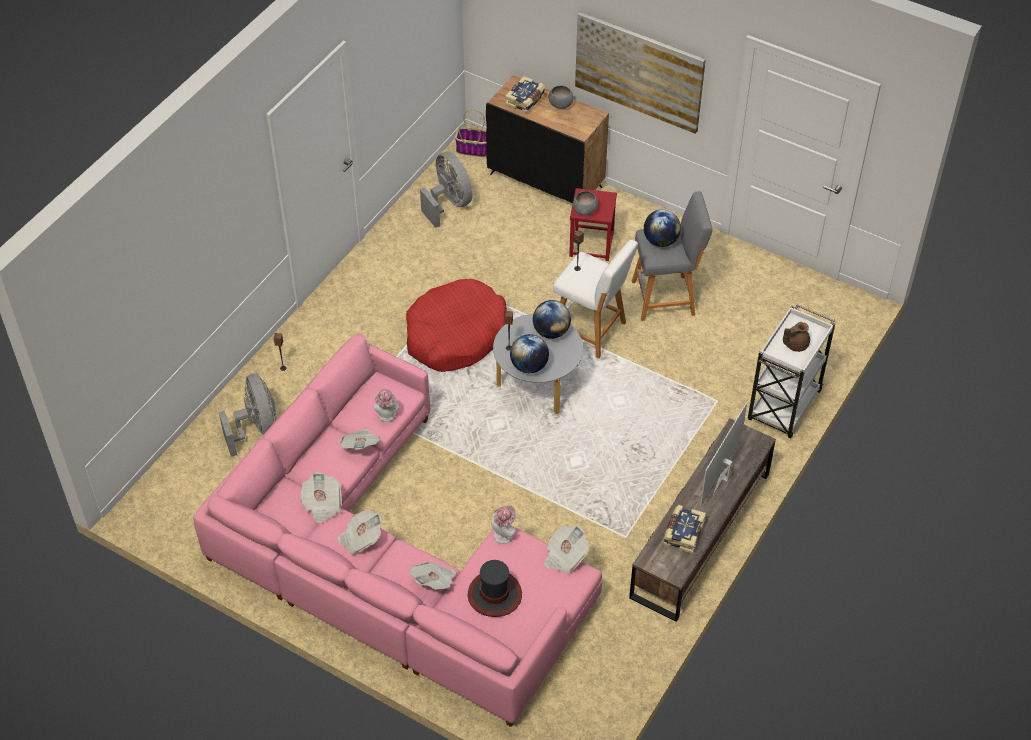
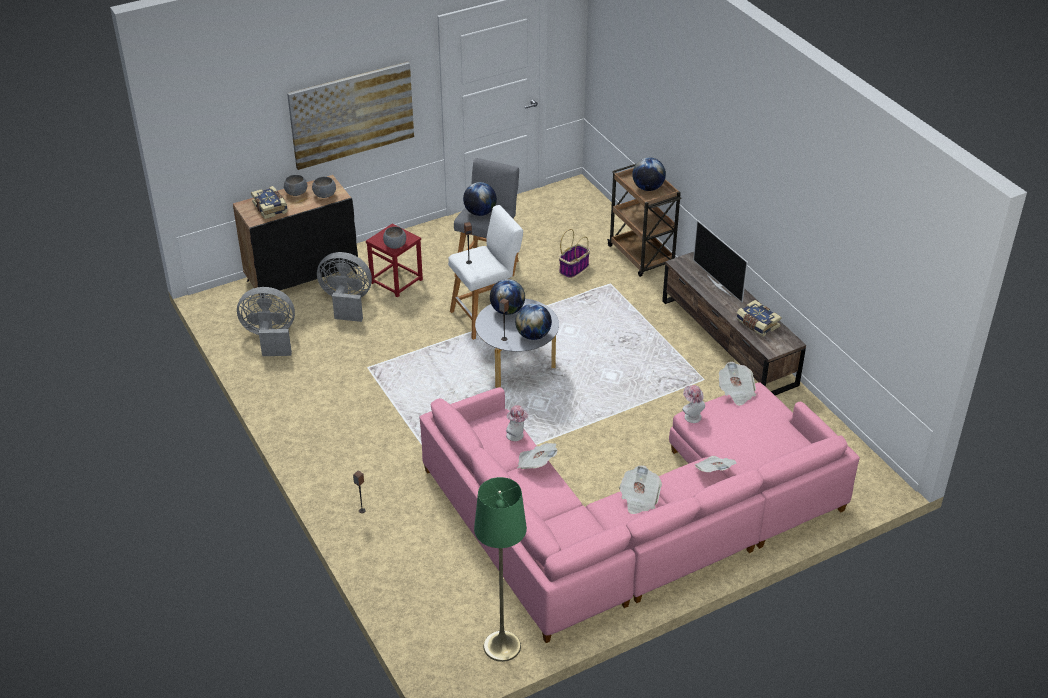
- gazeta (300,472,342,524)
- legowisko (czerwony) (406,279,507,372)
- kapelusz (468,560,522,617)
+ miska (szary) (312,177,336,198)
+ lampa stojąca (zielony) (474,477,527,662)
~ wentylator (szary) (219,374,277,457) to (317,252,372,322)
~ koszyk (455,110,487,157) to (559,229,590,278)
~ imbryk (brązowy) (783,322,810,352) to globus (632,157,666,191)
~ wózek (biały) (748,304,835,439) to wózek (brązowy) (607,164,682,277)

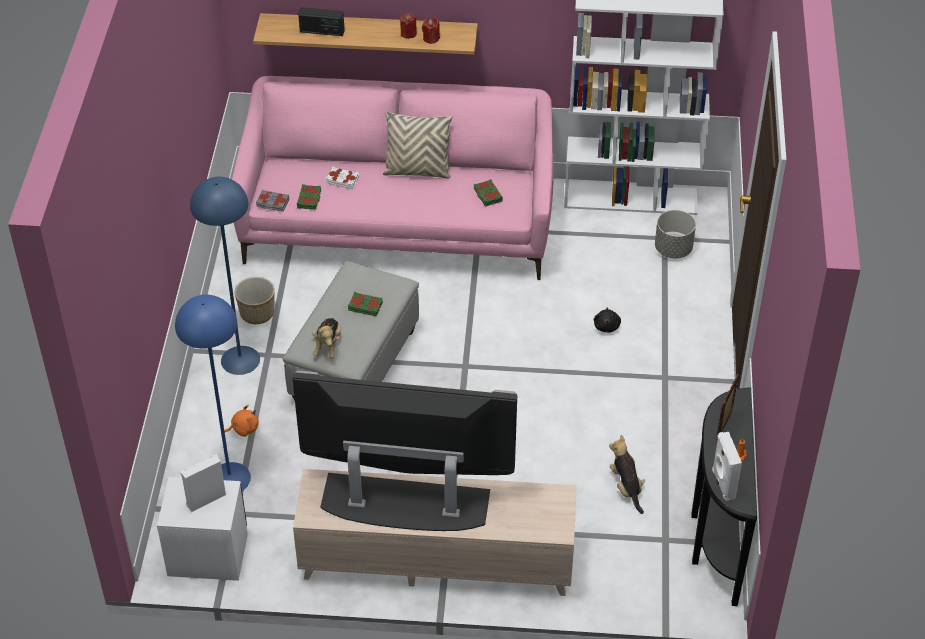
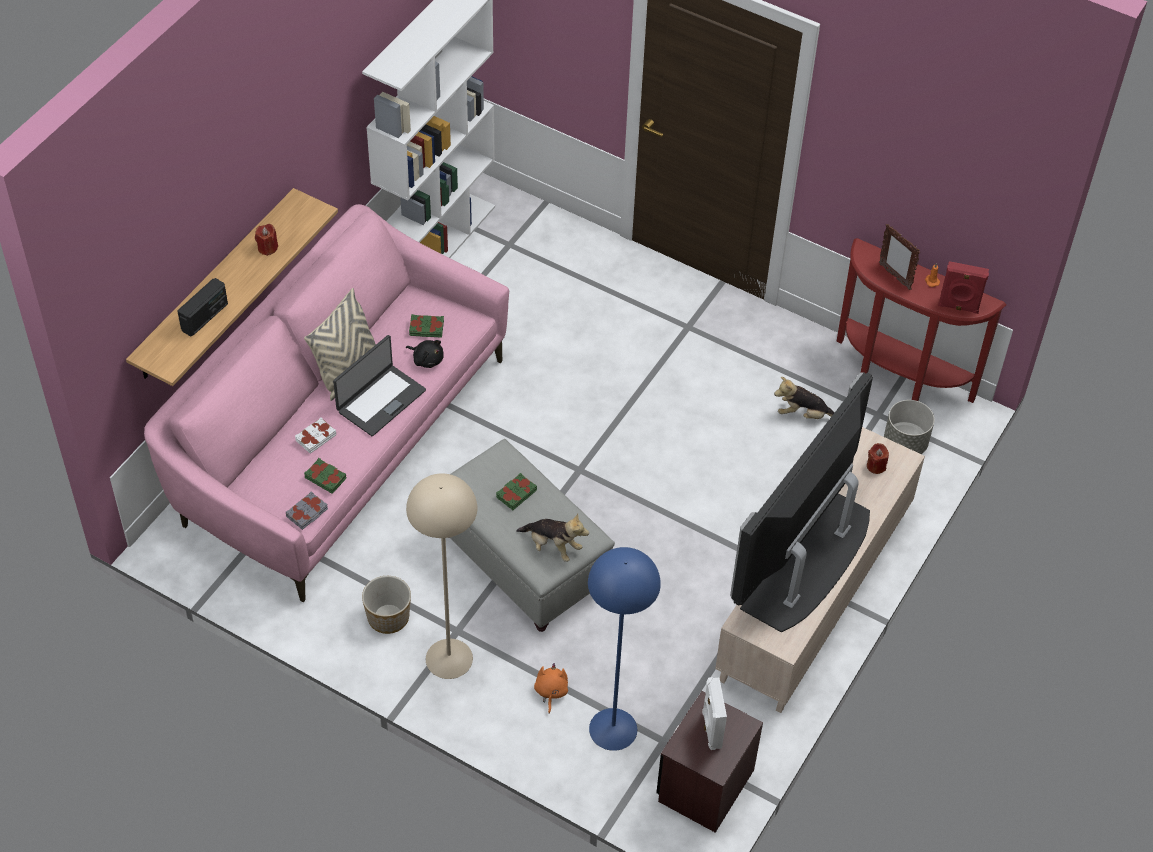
+ laptop (333,335,426,436)
~ świeca (czerwony) (422,18,440,44) to (867,443,889,474)
~ pluszak (czarny) (594,307,621,333) to (406,340,444,368)
~ donica (szary) (655,210,696,258) to (884,400,935,454)
~ szafka nocna (biały) (157,477,248,581) to szafka nocna (brązowy) (656,691,763,833)
~ lampa stojąca (niebieski) (190,177,260,375) to lampa stojąca (beżowy) (406,473,477,679)
~ stolik konsolowy (czarny) (692,387,757,606) to stolik konsolowy (czerwony) (836,238,1006,403)
~ głośnik (biały) (712,432,742,501) to głośnik (czerwony) (938,261,989,314)

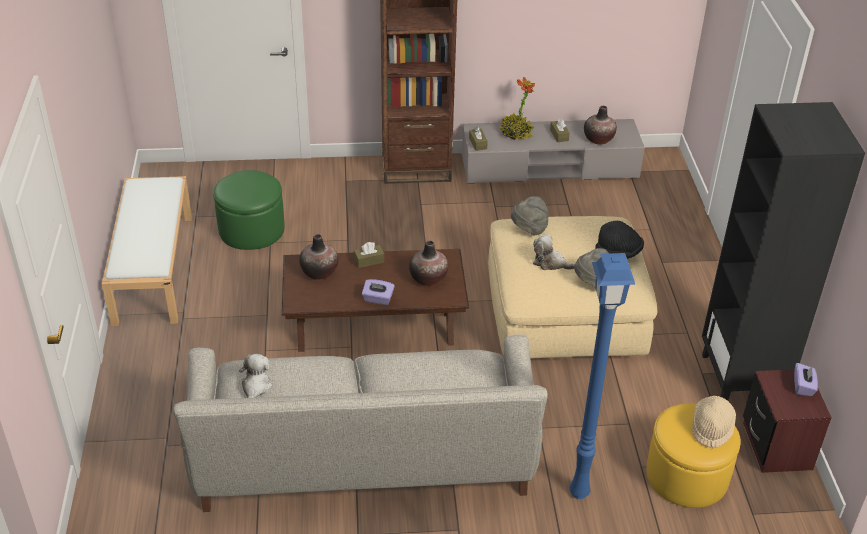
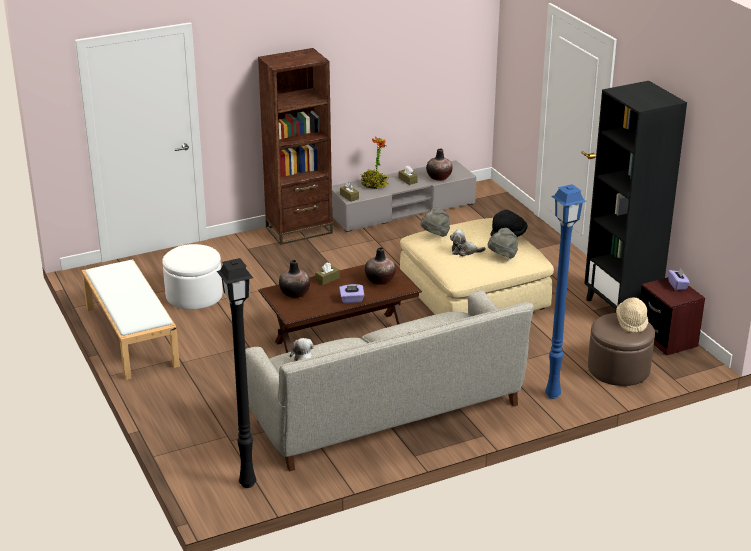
+ lampa stojąca (czarny) (217,258,256,488)
~ pufa (zielony) (213,170,285,250) to pufa (biały) (162,244,223,310)
~ pufa (żółty) (646,403,741,508) to pufa (brązowy) (588,313,655,386)

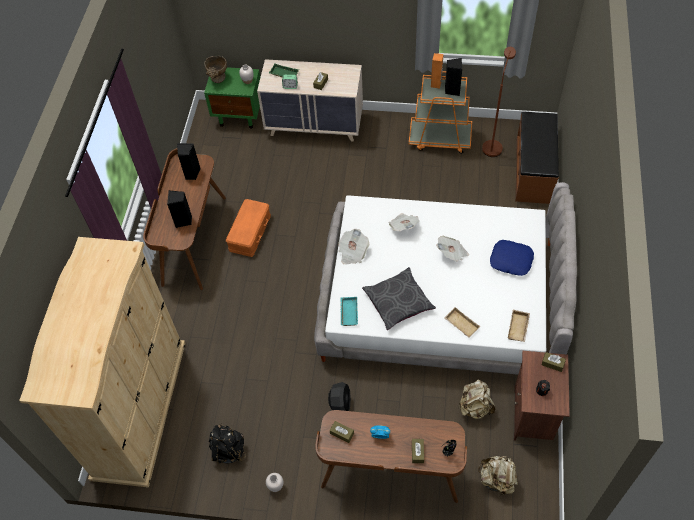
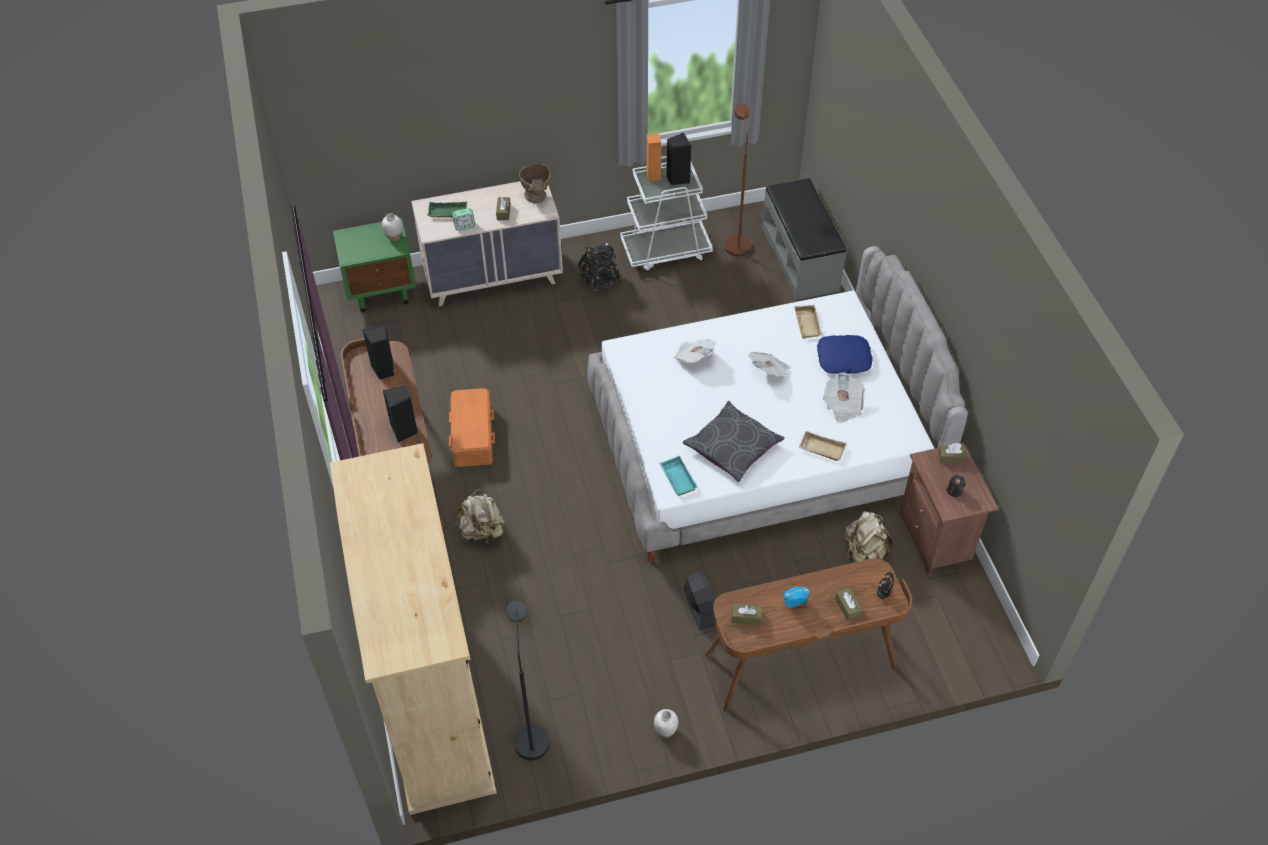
+ lampa stojąca (czarny) (506,601,550,760)
~ wazon (beżowy) (205,56,227,83) to (519,163,551,203)
~ plecak (czarny) (209,423,246,464) to (578,242,623,292)
~ gazeta (338,229,369,264) to (823,373,865,423)
~ plecak (beżowy) (478,456,518,495) to (455,489,505,545)
~ taca (beżowy) (508,310,530,342) to (794,305,822,339)
~ wózek (pomarańczowy) (409,71,472,154) to wózek (biały) (620,156,713,272)
~ ławka (brązowy) (515,111,559,204) to ławka (szary) (762,178,846,300)

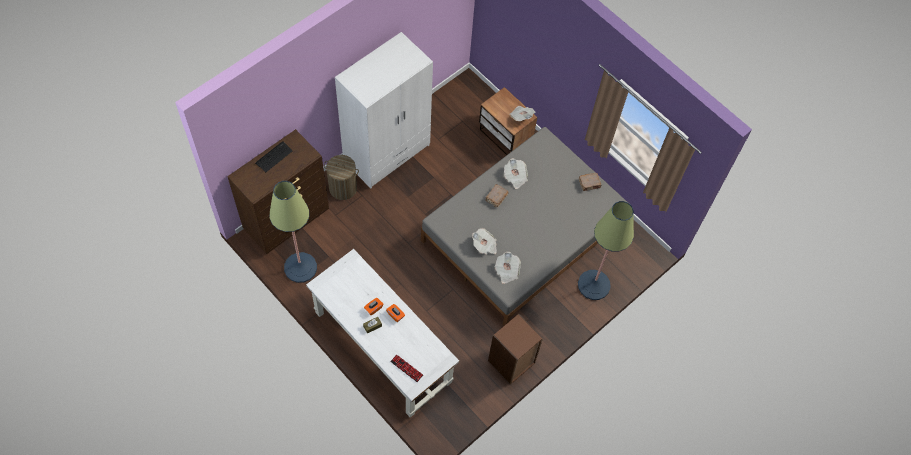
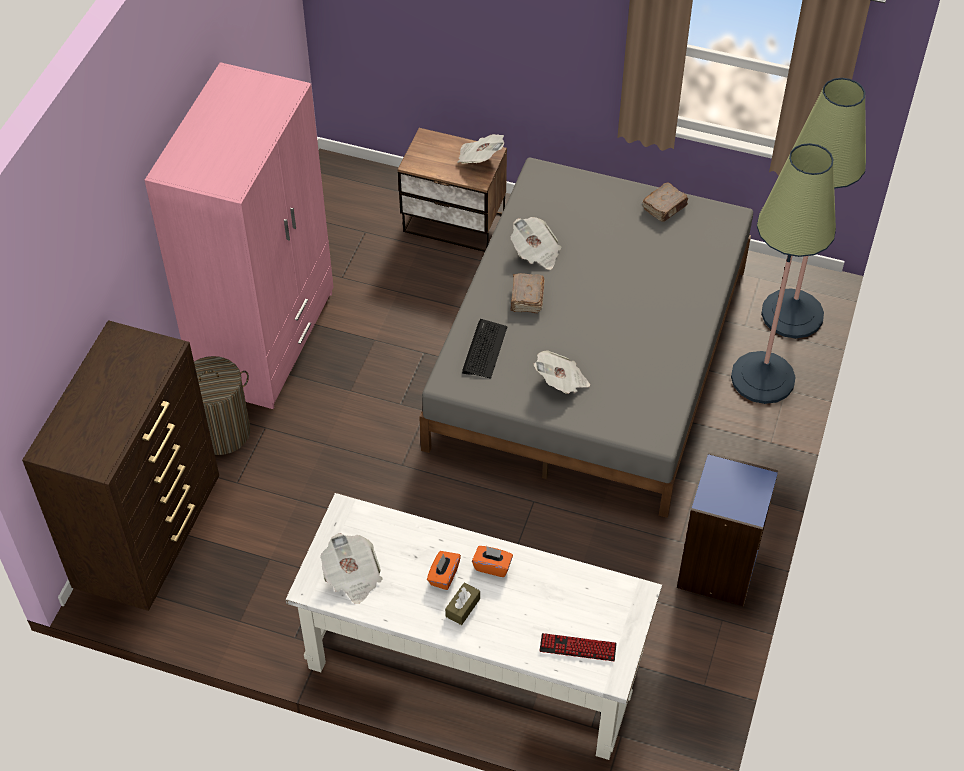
~ klawiatura (255,142,292,172) to (462,319,508,379)
~ lampa stojąca (270,181,317,283) to (761,78,866,338)
~ gazeta (495,252,521,284) to (320,533,383,604)
~ szafa (biały) (335,32,433,188) to szafa (różowy) (145,62,334,409)
~ regał (brązowy) (488,314,543,384) to regał (niebieski) (677,452,779,606)

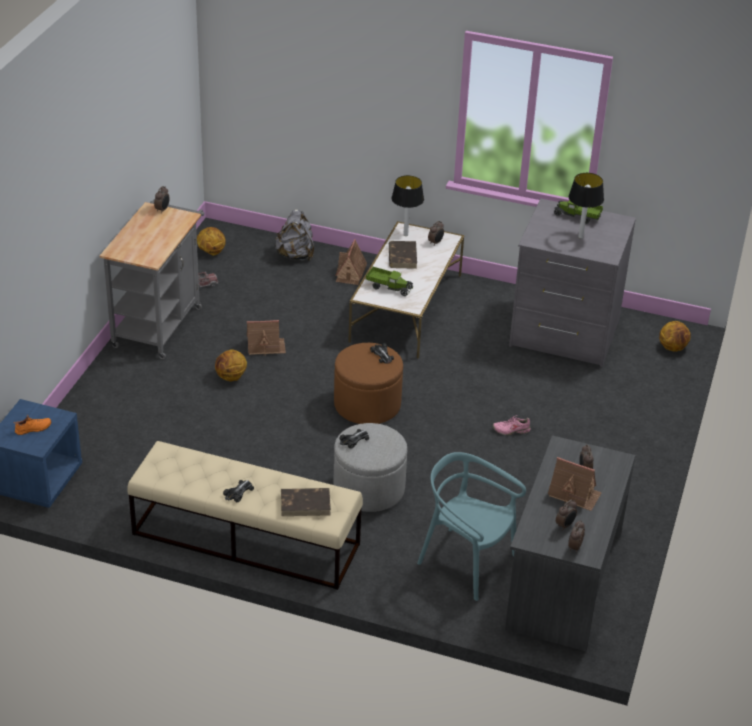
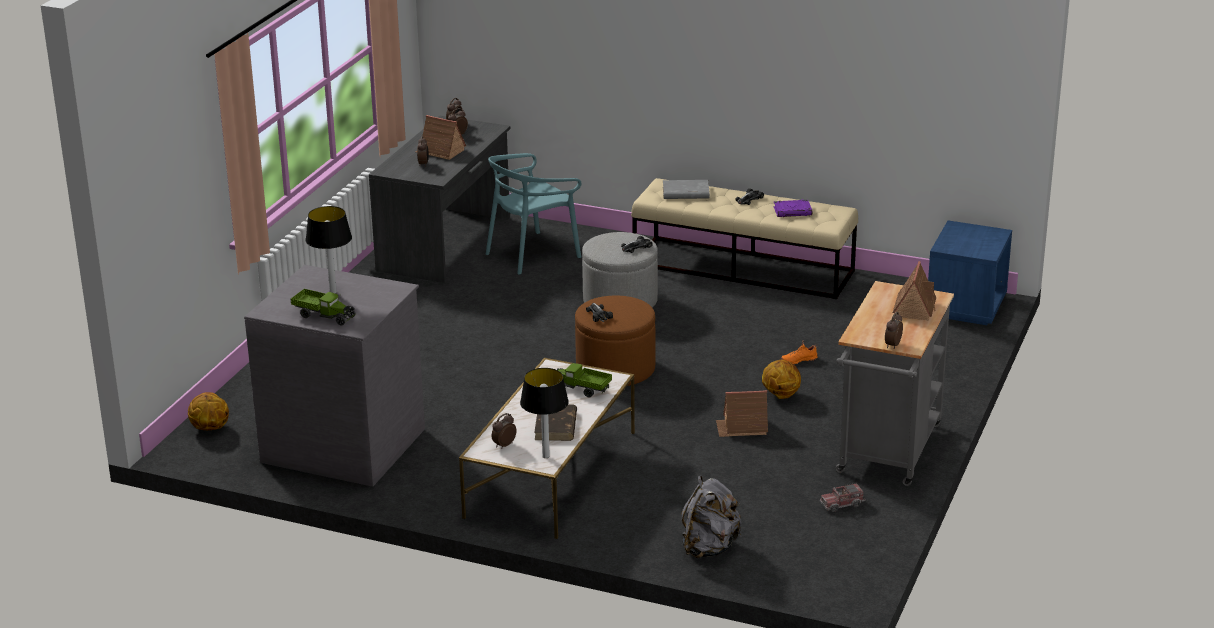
- piłka do koszykówki (197,227,226,256)
- but (różowy) (493,415,531,435)
+ książka (fioletowy) (774,200,812,217)
~ but (pomarańczowy) (14,415,51,435) to (781,341,818,365)
~ domek (335,239,367,285) to (893,261,936,320)
~ książka (brązowy) (281,488,331,516) to książka (szary) (663,180,710,199)
~ krzesło (turkusowy) (417,452,526,601) = (486,153,582,275) 105 degrees clockwise

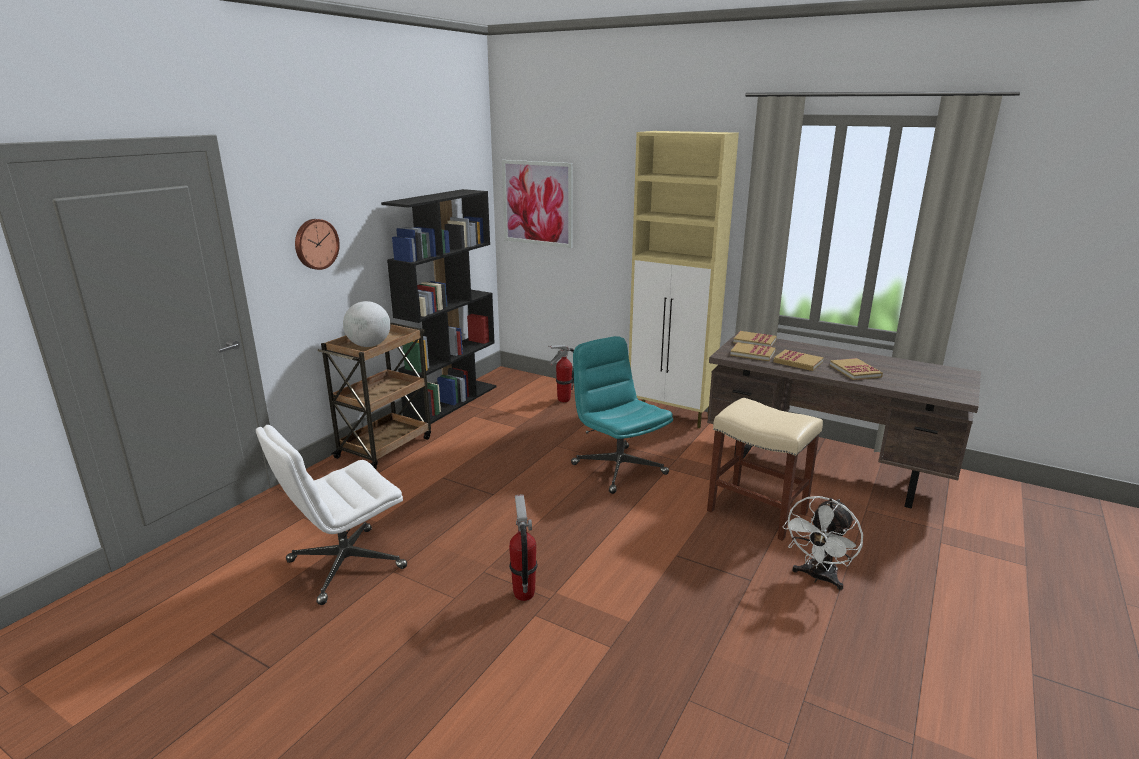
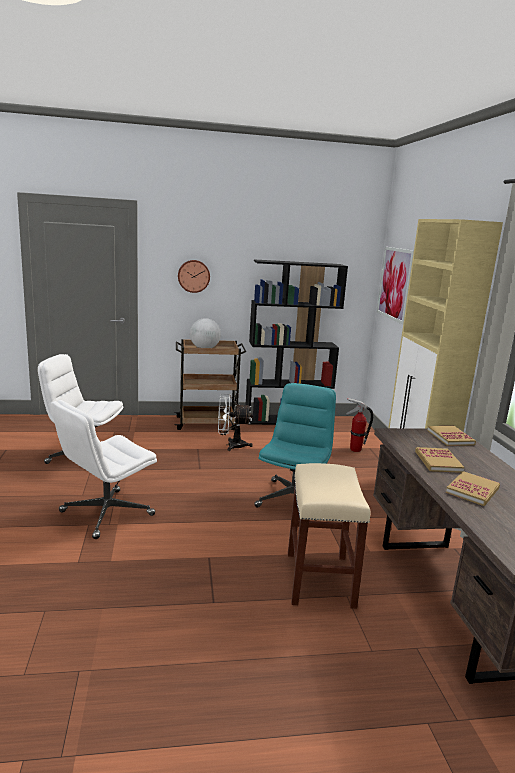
- książka (730,342,776,361)
~ wentylator (biały) (783,496,863,590) to (218,394,253,451)
~ gaśnica (509,495,538,601) to krzesło biurowe (biały) (51,400,157,539)

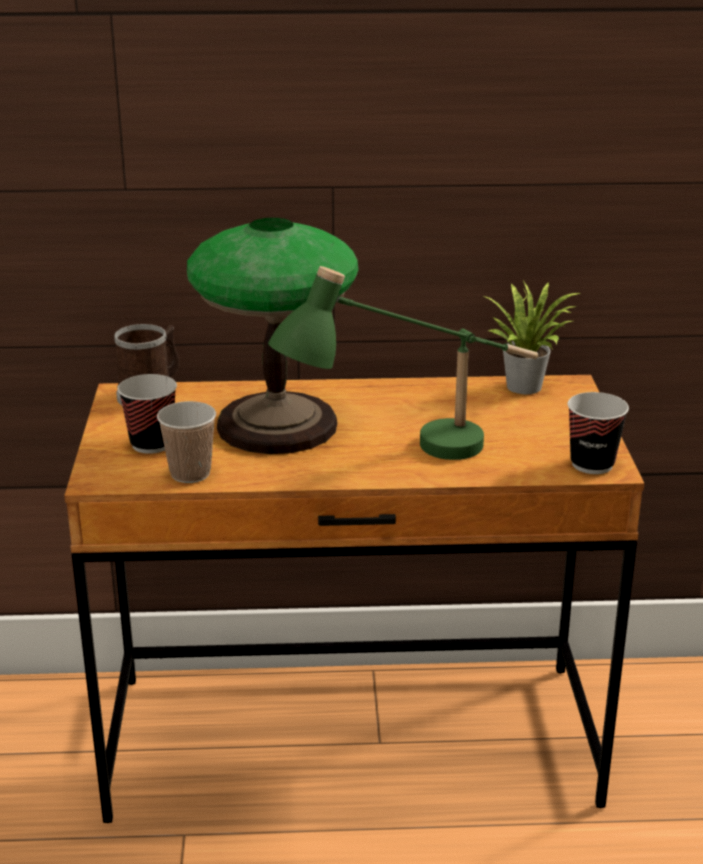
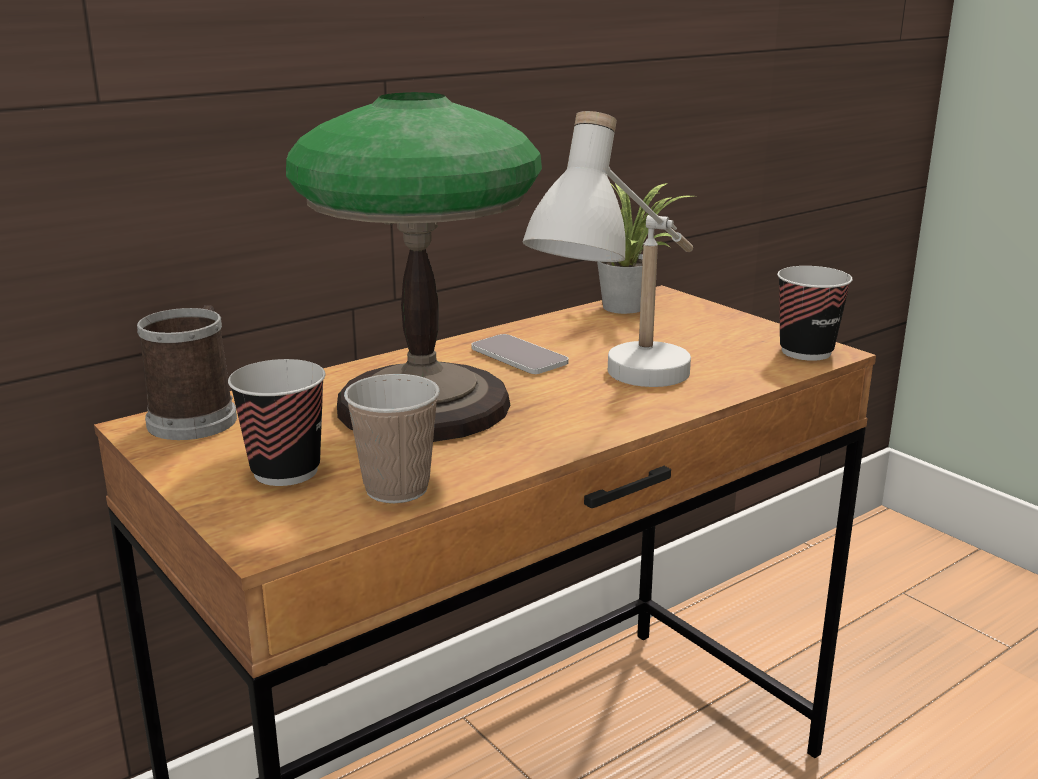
+ telefon (471,334,568,374)
~ lampa stołowa (zielony) (268,266,538,460) to lampa stołowa (biały) (523,111,693,387)

